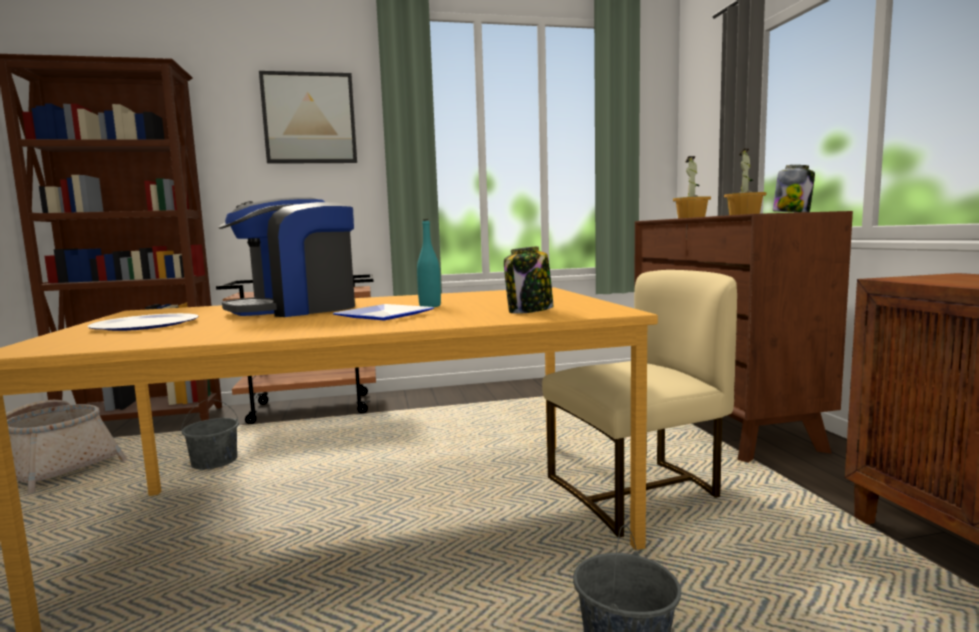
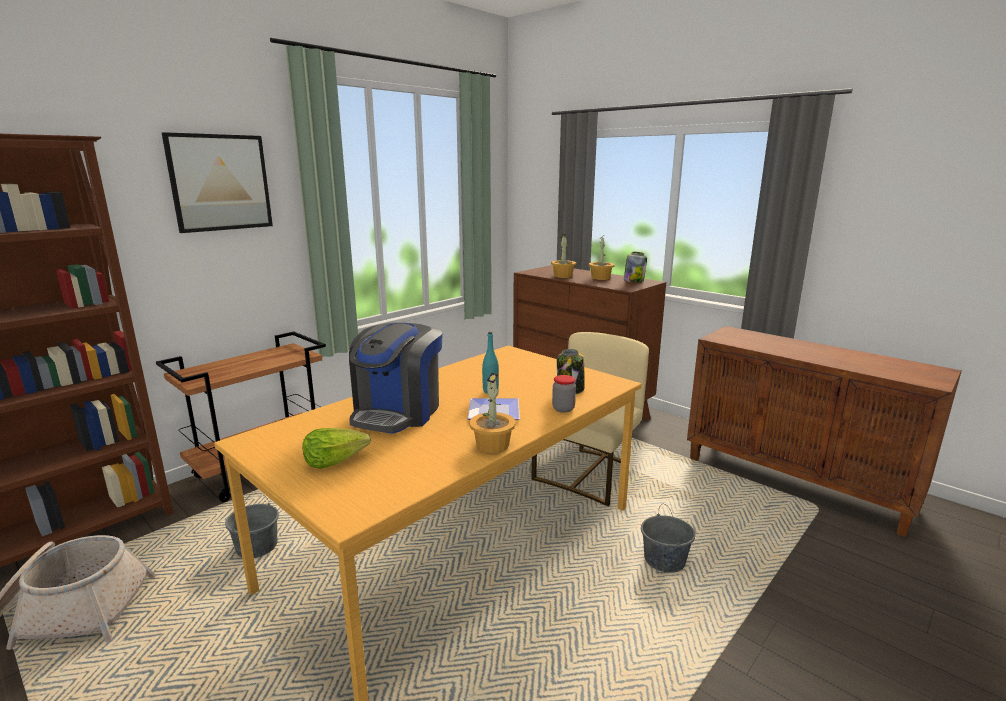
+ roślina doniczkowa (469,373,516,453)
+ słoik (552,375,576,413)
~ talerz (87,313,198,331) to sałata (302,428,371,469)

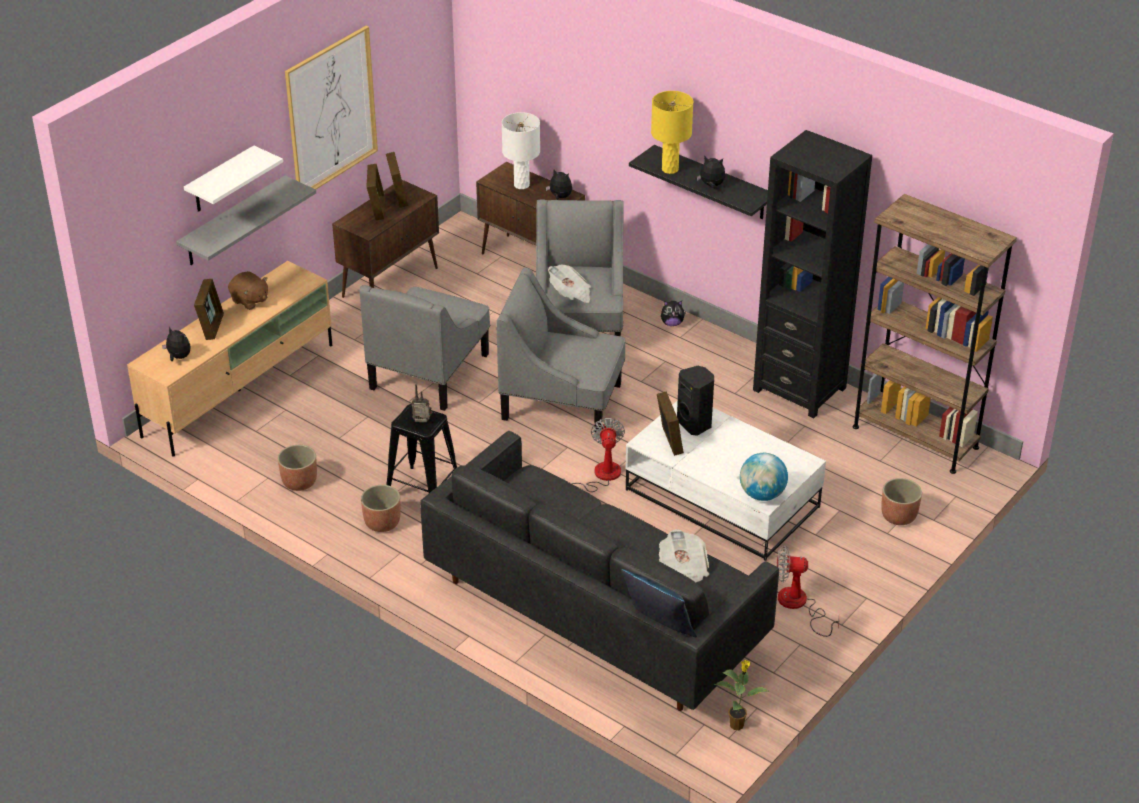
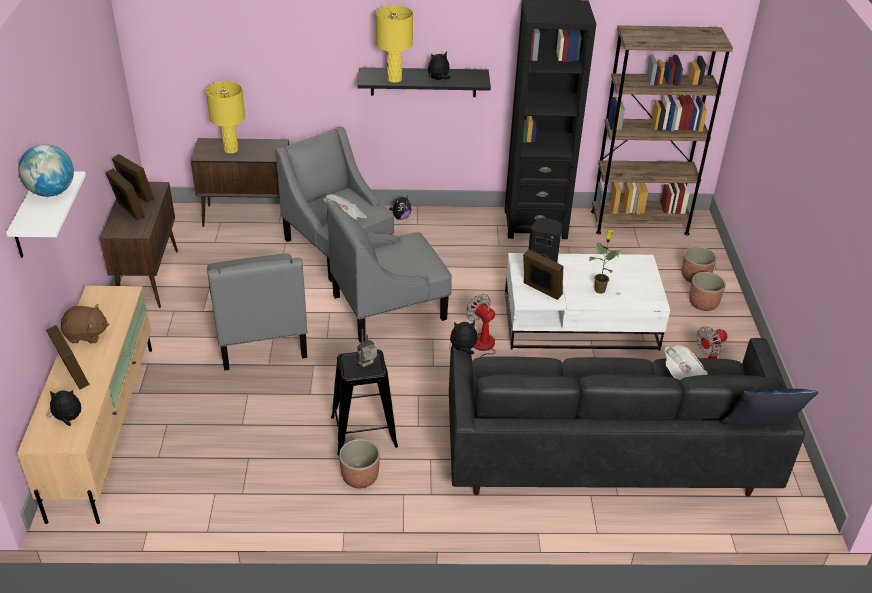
- półka (szary) (176,175,316,265)
- obraz (285,26,378,189)
~ donica (278,445,317,491) to (689,272,726,311)
~ pluszak (546,169,572,200) to (449,321,478,355)
~ roślina doniczkowa (714,660,768,730) to (589,230,621,294)
~ globus (740,453,788,501) to (18,144,74,197)
~ lampa stołowa (biały) (502,112,540,189) to lampa stołowa (żółty) (206,81,245,154)

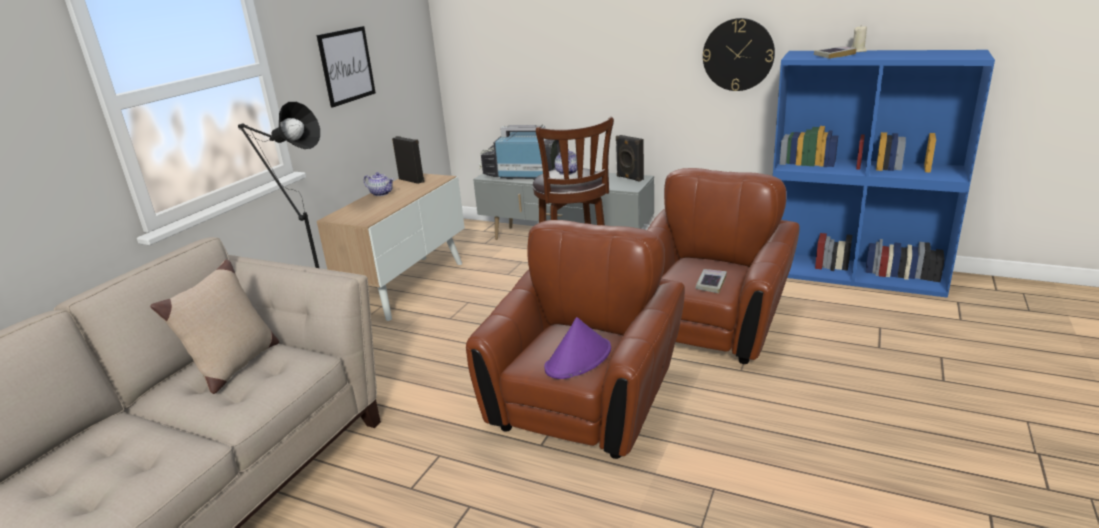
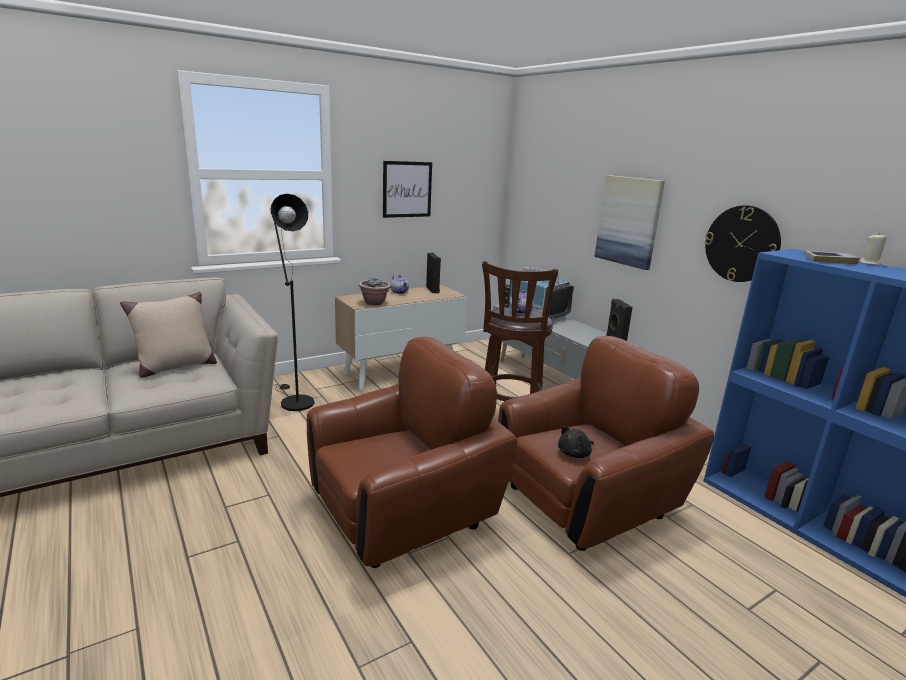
- kapelusz (fioletowy) (544,317,611,379)
+ roślina doniczkowa (359,277,391,305)
+ obraz (595,175,665,270)
~ książka (696,269,727,293) to pluszak (czarny) (558,426,594,458)

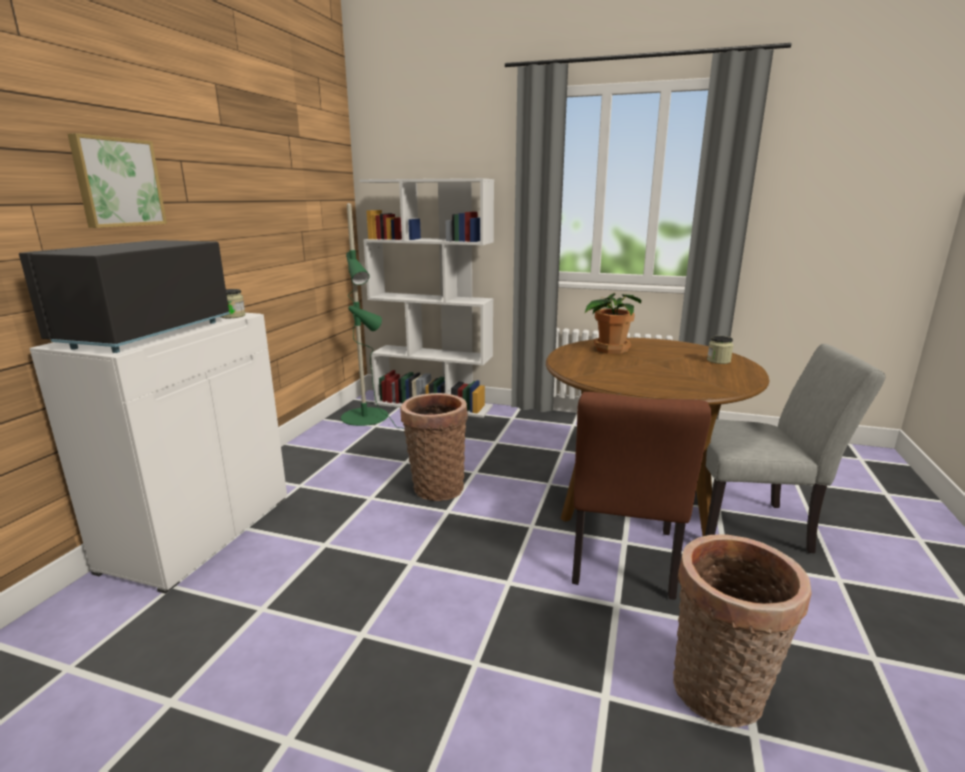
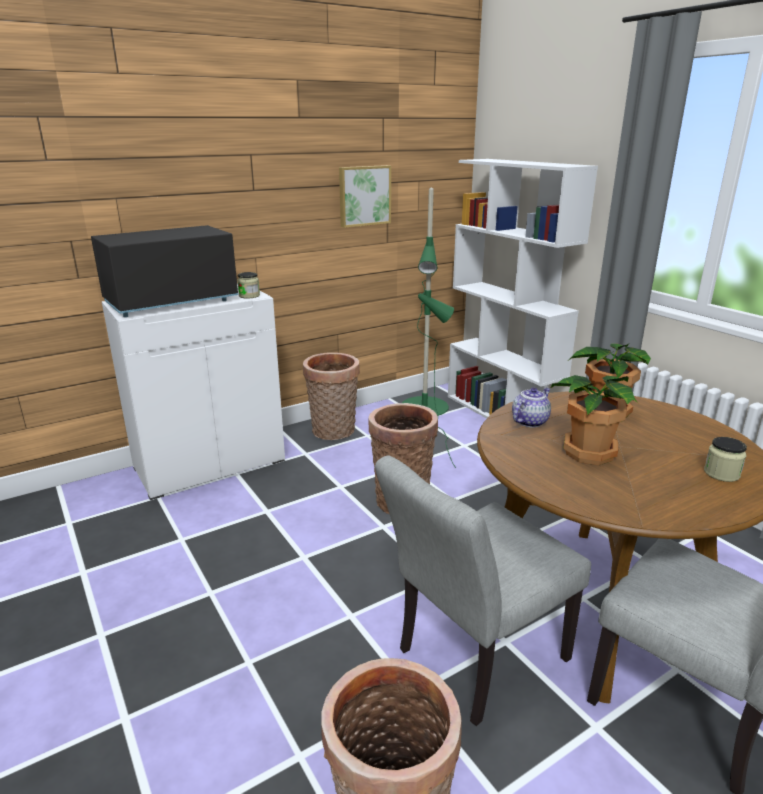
+ koszyk (303,352,360,440)
+ imbryk (512,388,551,428)
+ roślina doniczkowa (551,375,638,465)
~ obraz (68,133,167,228) to (339,165,391,228)
~ krzesło (brązowy) (572,392,712,599) to krzesło (szary) (375,455,591,726)

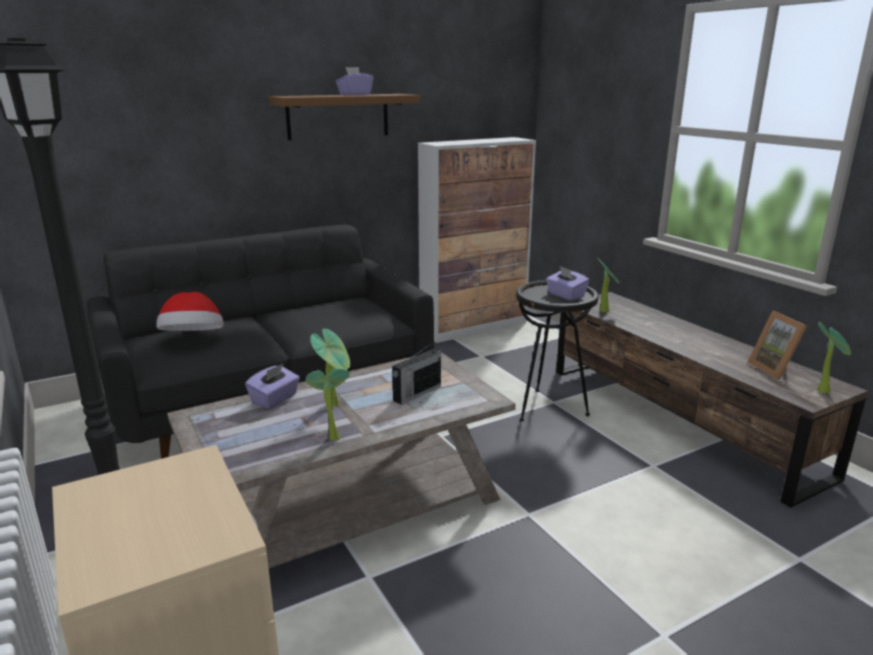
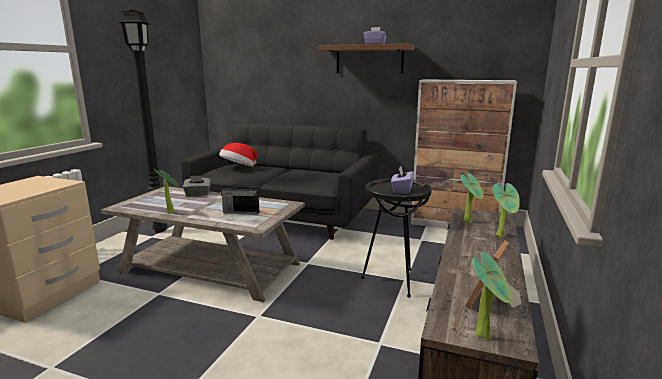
~ roślina doniczkowa (310,329,350,407) to (493,183,520,238)
~ pudełko chusteczek (fioletowy) (245,364,300,409) to pudełko chusteczek (szary) (183,176,211,196)

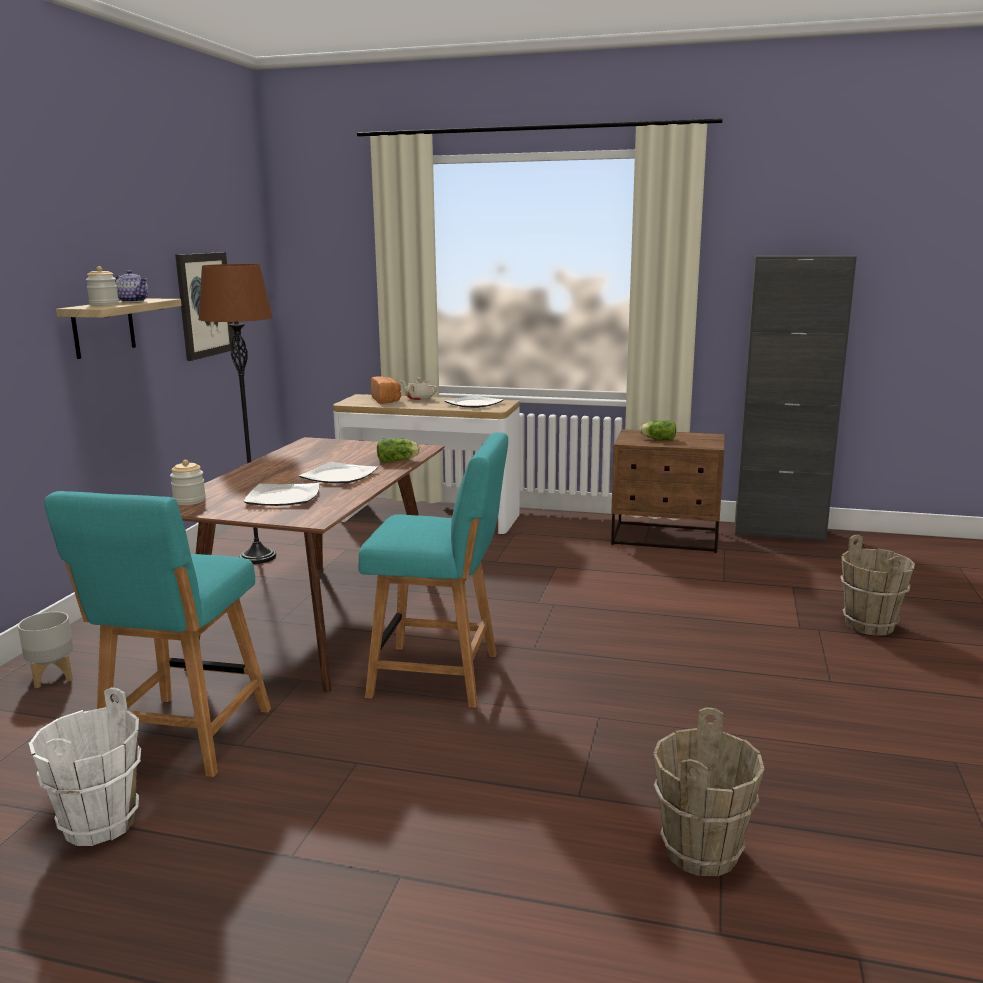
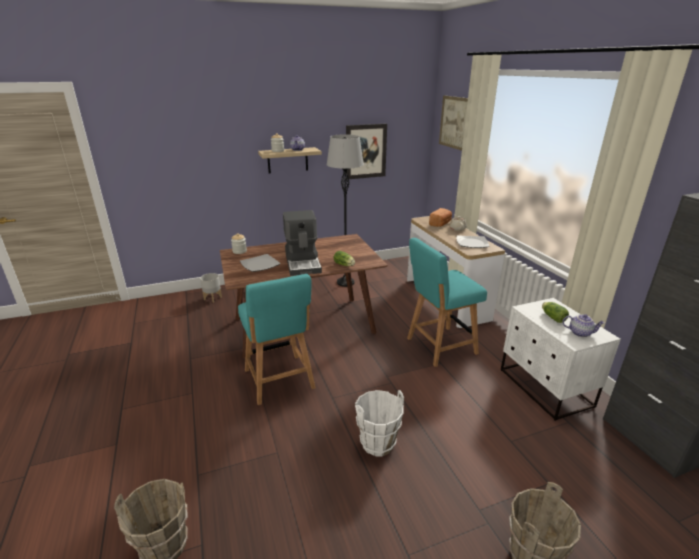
+ obraz (439,95,468,151)
+ imbryk (563,314,605,337)
~ wiadro (biały) (29,687,141,846) to (355,390,404,456)
~ krzesło (turkusowy) (44,491,271,777) to (407,238,487,367)
~ talerz (299,462,378,483) to ekspres do kawy (283,210,322,276)
~ lampa stojąca (brązowy) (198,264,276,564) to lampa stojąca (szary) (327,134,364,287)
~ szafka nocna (brązowy) (611,429,725,553) to szafka nocna (biały) (501,298,621,421)

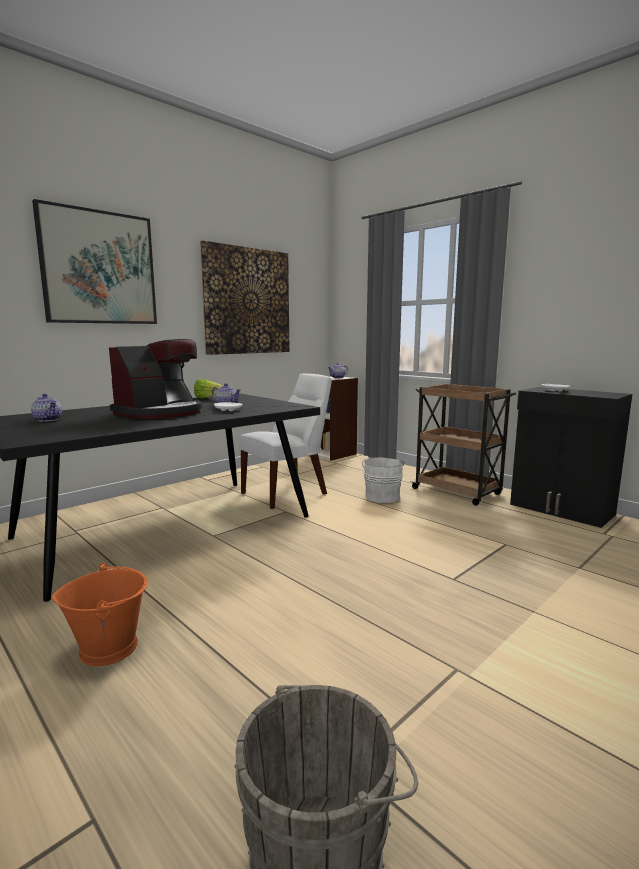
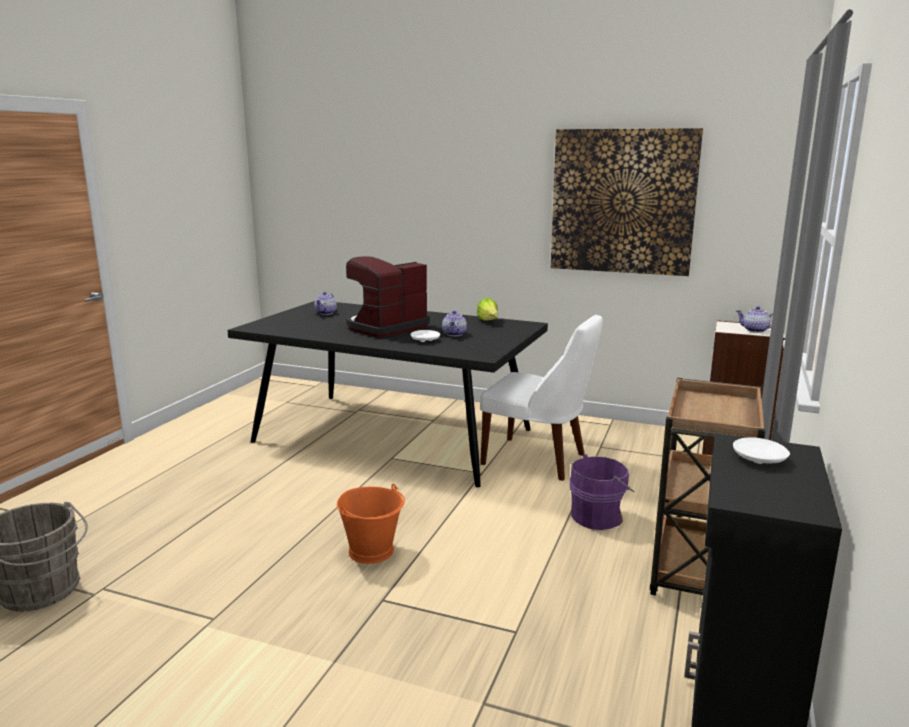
- obraz (32,199,157,324)
~ wiadro (pomarańczowy) (52,563,148,666) to (337,484,405,564)
~ wiadro (biały) (362,457,405,503) to wiadro (fioletowy) (570,454,634,530)
~ ekspres do kawy (109,339,202,419) = (346,257,430,337) 120 degrees clockwise

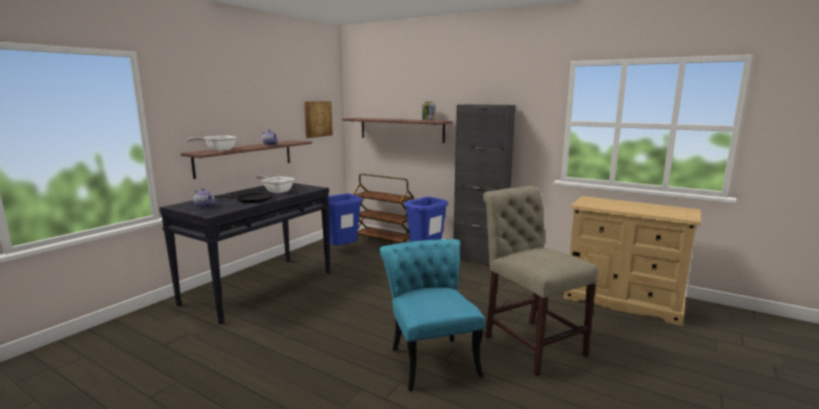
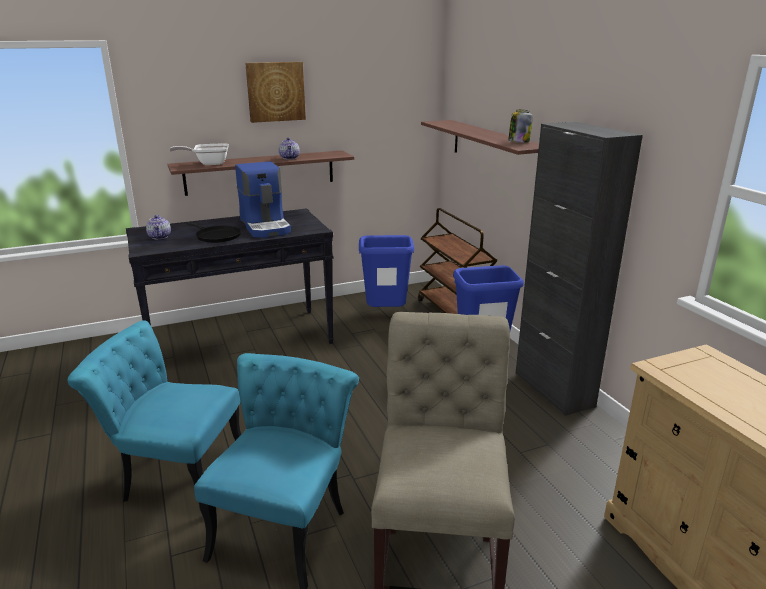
+ krzesło (turkusowy) (67,321,242,502)
~ obraz (304,101,333,138) to (245,62,306,123)
~ patelnia (256,176,294,193) to ekspres do kawy (235,161,291,238)

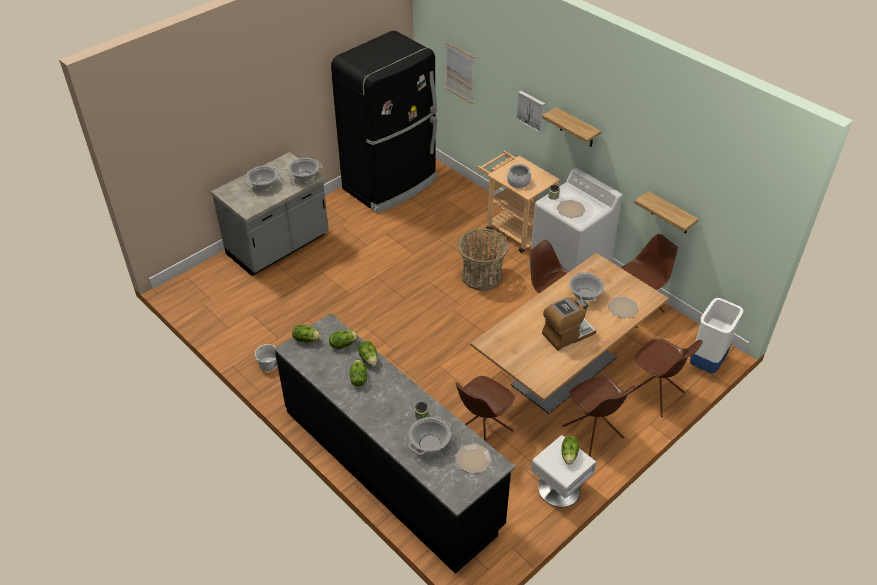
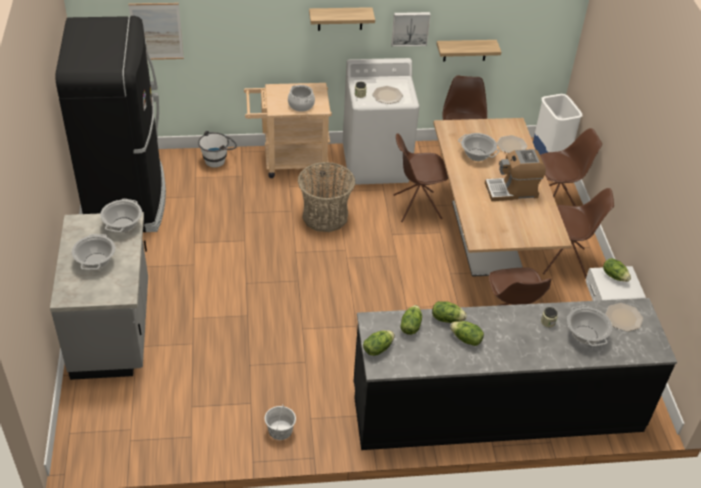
+ wiadro (biały) (198,131,237,168)
~ obraz (516,91,545,133) to (391,12,431,47)
~ ekspres do kawy (542,297,596,351) = (485,149,546,201) 105 degrees counterclockwise

